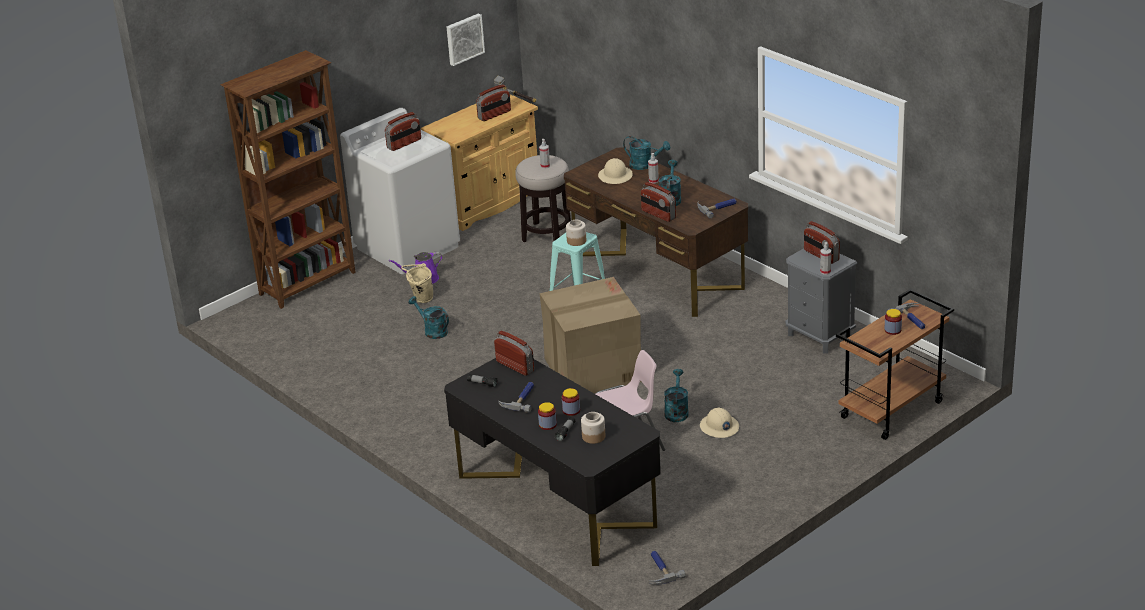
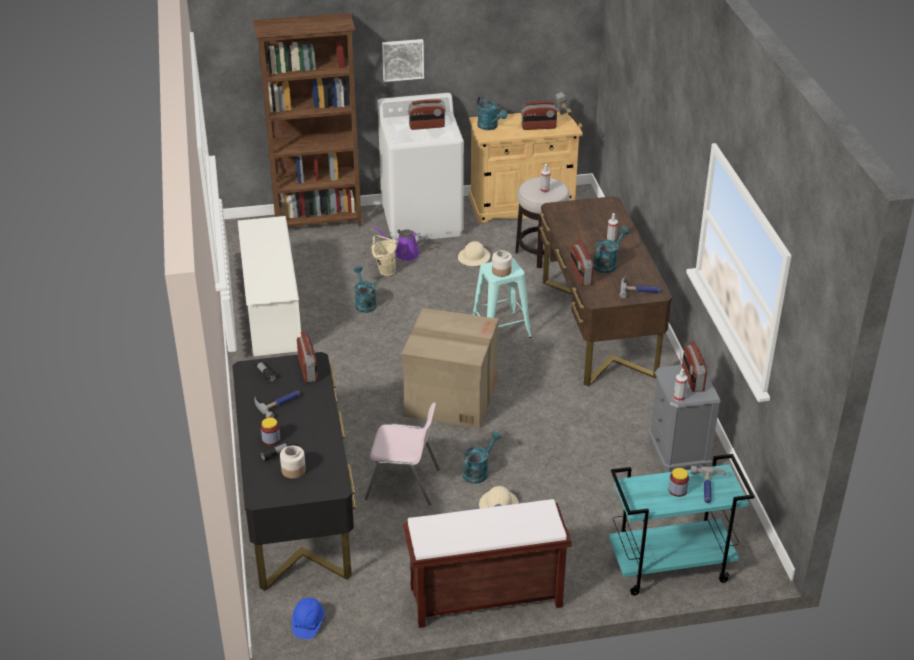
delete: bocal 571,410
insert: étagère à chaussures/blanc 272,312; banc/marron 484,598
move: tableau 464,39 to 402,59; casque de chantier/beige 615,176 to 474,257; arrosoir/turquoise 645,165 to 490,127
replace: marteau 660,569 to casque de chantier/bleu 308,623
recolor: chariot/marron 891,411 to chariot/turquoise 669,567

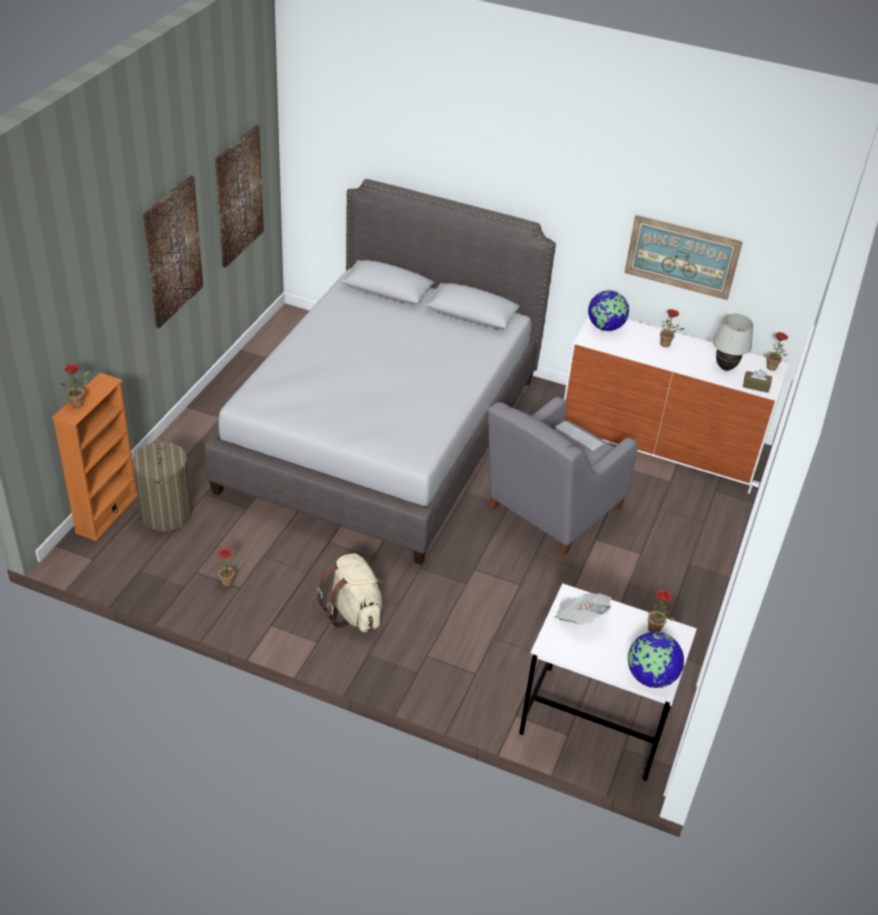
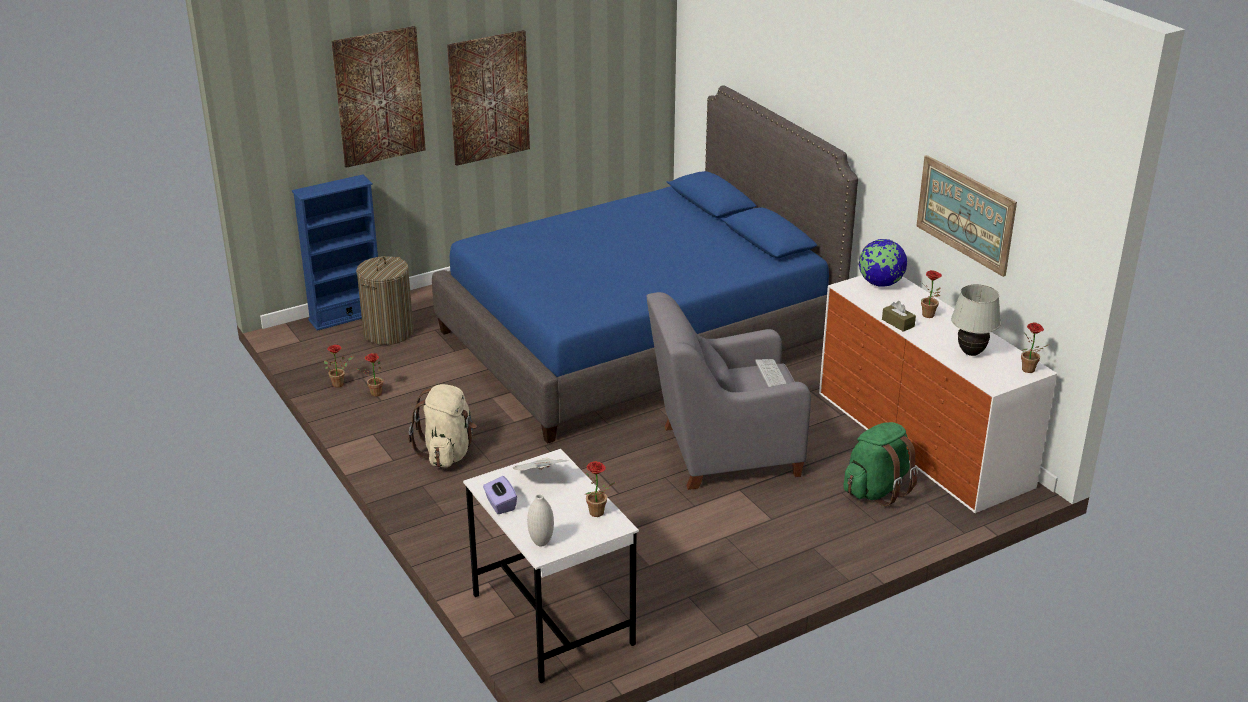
insert: boîte à mouchoirs/violet 500,504; sac à dos/vert 876,490
move: plante en pot 79,402 to 340,383; tableau 238,196 to 379,96; boîte à mouchoirs/marron 756,386 to 898,323
replace: globe 650,677 to vase/blanc 541,542
recolor: bibliothèque/orange 107,513 to bibliothèque/bleu 346,316; lit/gris 383,433 to lit/bleu 638,340

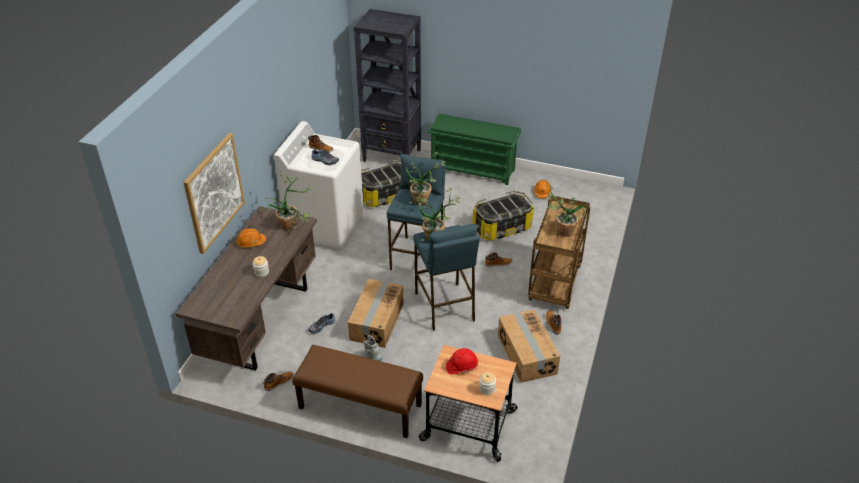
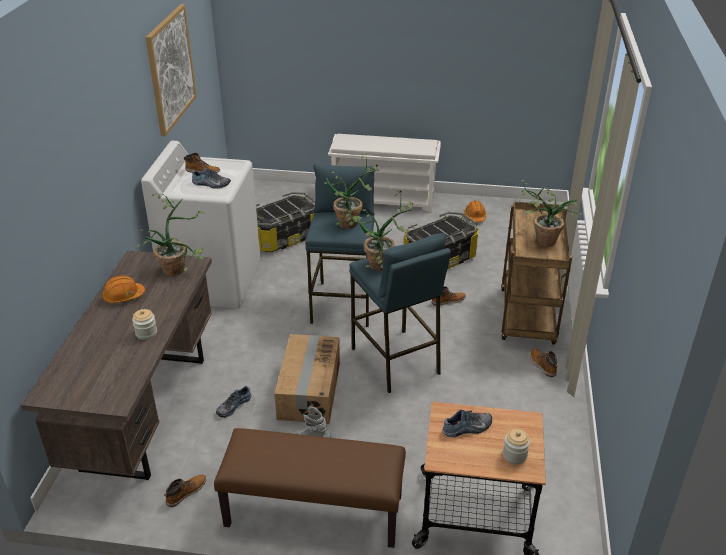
delete: bibliothèque/noir 392,156; carton 526,354
move: tableau 214,192 to 170,69
replace: casque de chantier/rouge 461,366 to chaussure 467,428
recolor: étagère à chaussures/vert 473,169 to étagère à chaussures/blanc 384,200

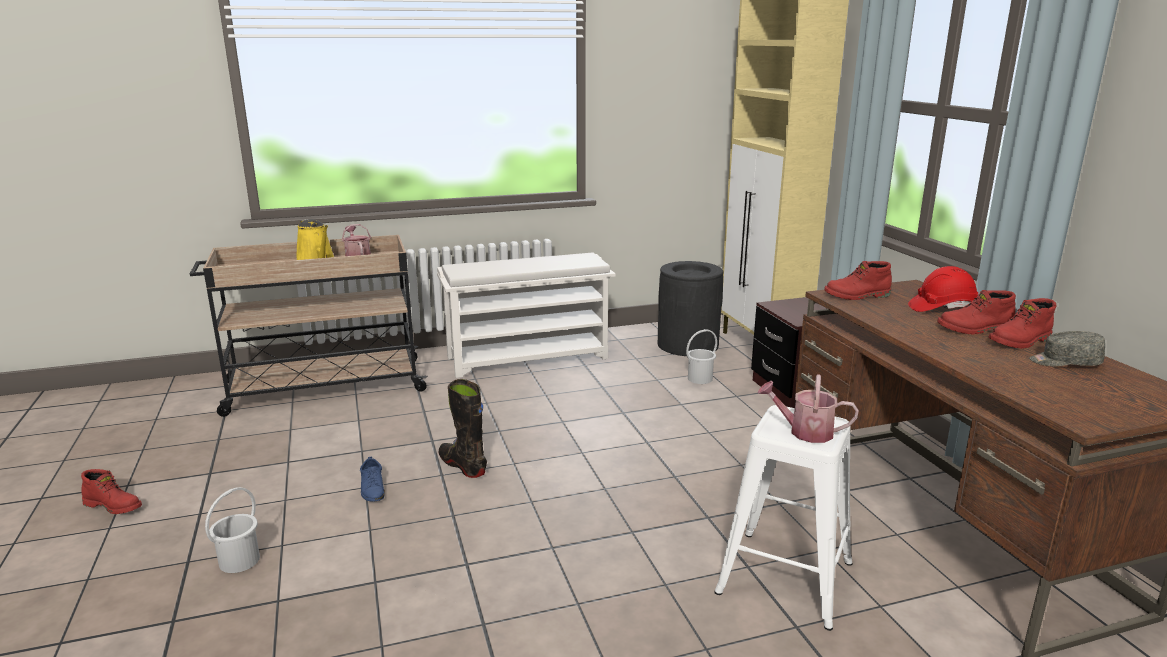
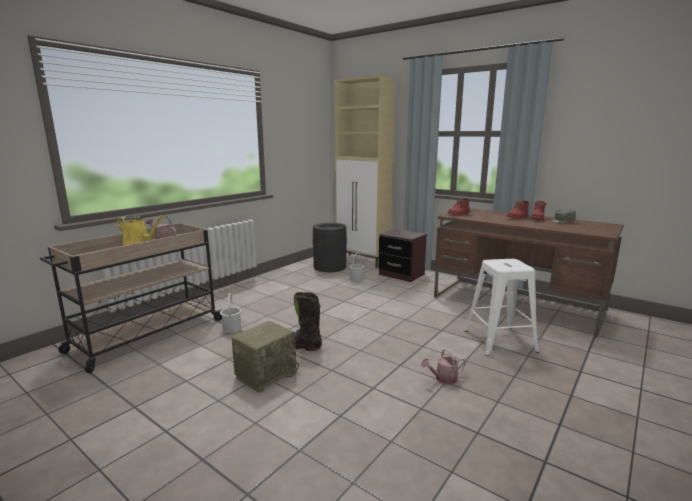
delete: botte/rouge 114,506; étagère à chaussures/blanc 529,357; casque de chantier/rouge 941,308
move: seau/blanc 238,561 to 231,328; arrosoir 804,432 to 443,379
replace: chaussure/bleu 372,488 to radio 266,374

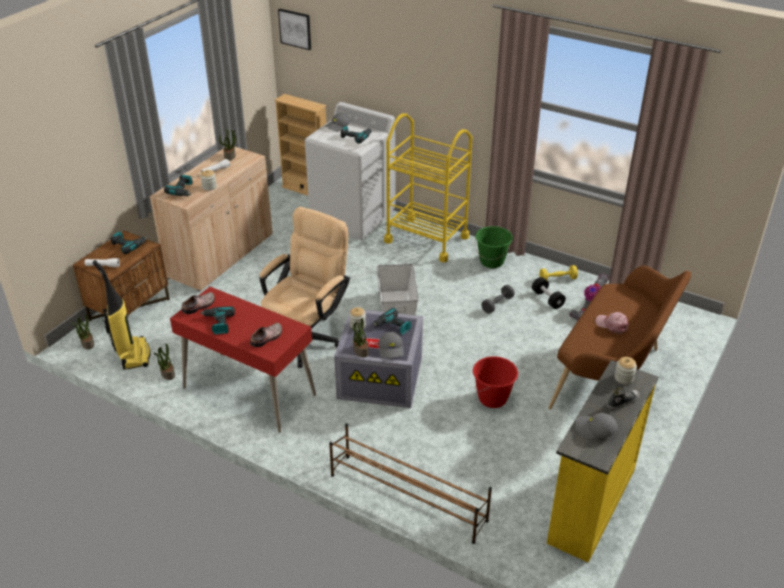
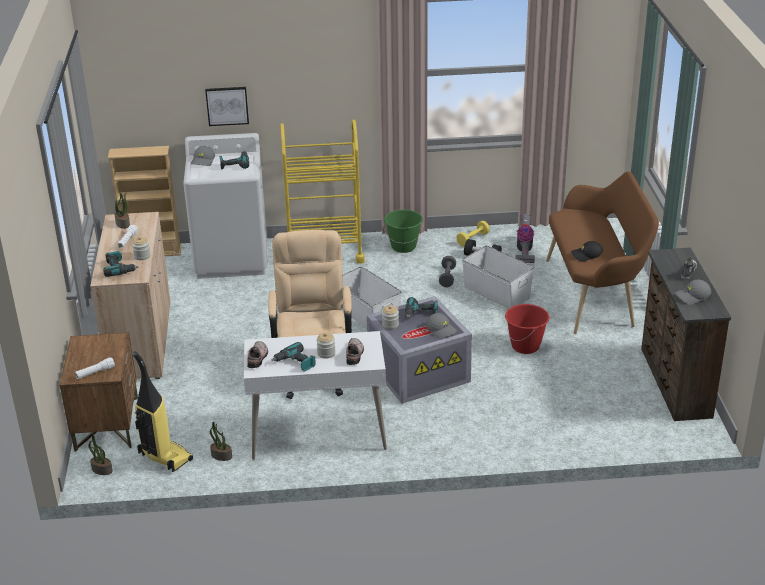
delete: perceuse 128,245; étagère à chaussures/marron 407,497; plante en pot 360,351; casquette/rose 612,325
insert: boîte de rangement/blanc 496,292; casquette/noir 586,255
move: tableau 295,28 to 227,105; bocal 623,378 to 326,353
recolor: bureau/rouge 249,392 to bureau/blanc 318,434; commode/jaune 589,505 to commode/marron 674,383

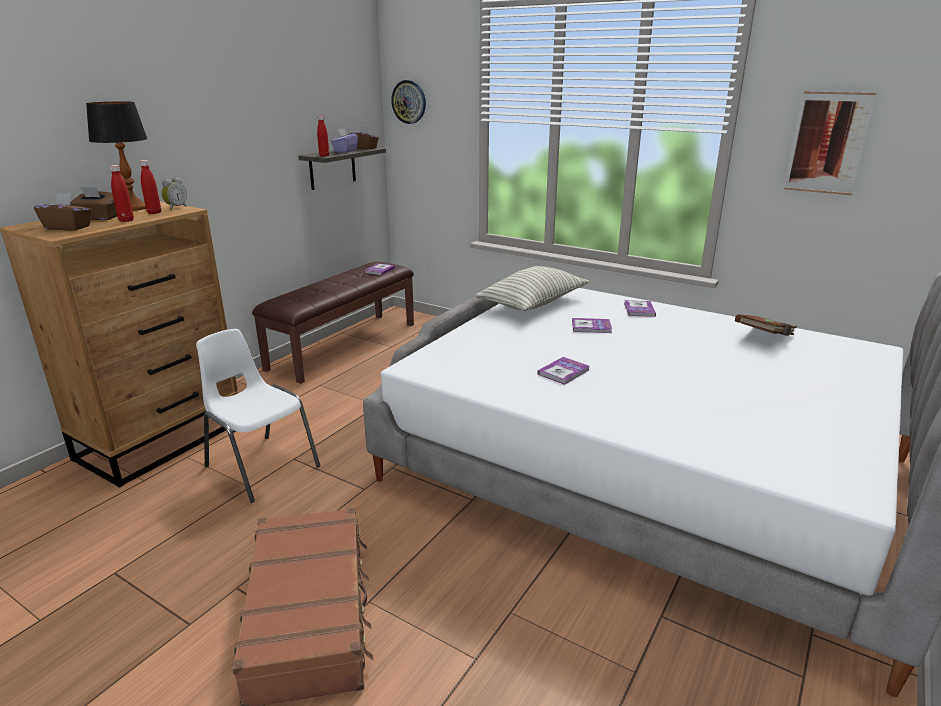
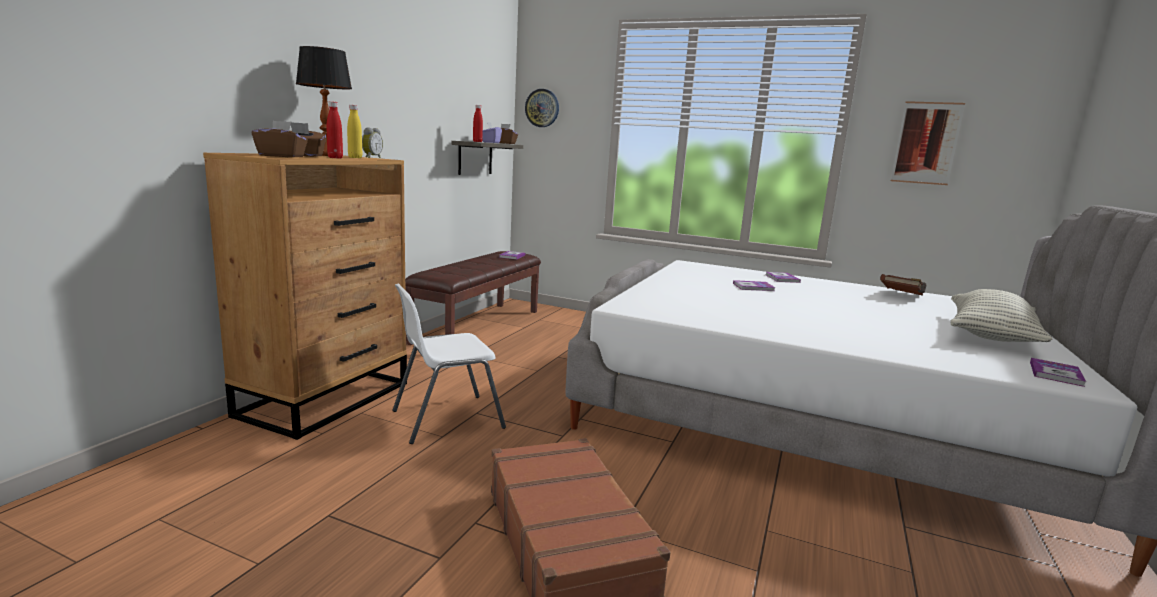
move: coussin 533,304 to 990,335; livre 563,372 to 1056,374
recolor: bouteille/rouge 154,213 to bouteille/jaune 355,157
rotate: chaise/blanc 261,466 = 445,419 60 degrees counterclockwise

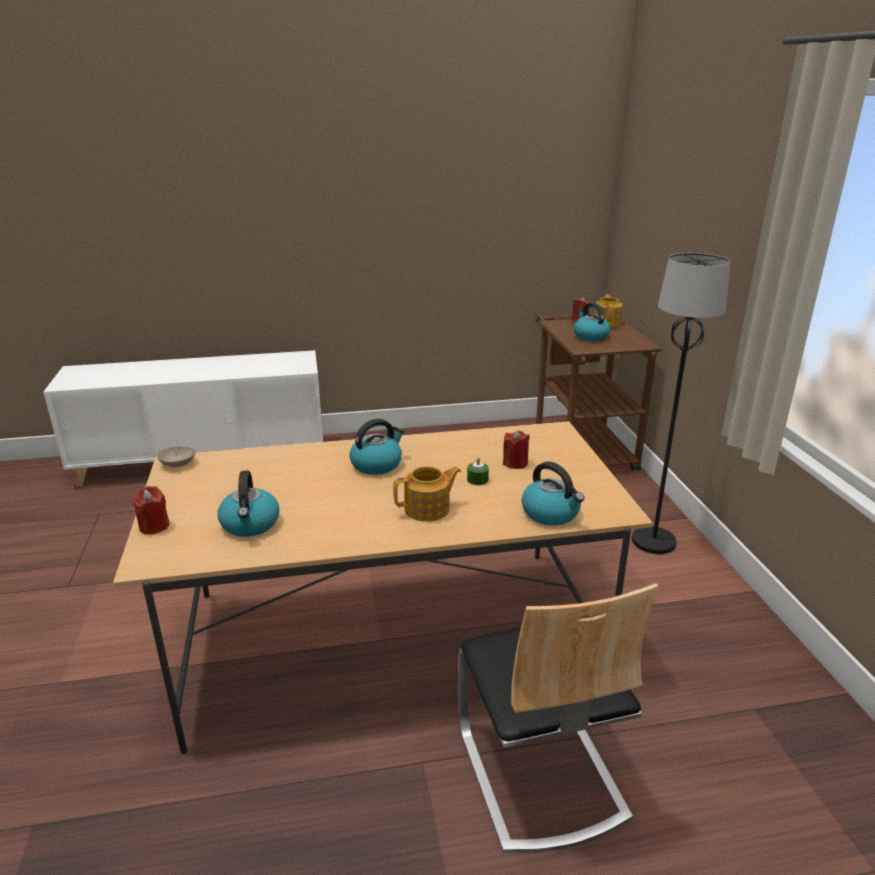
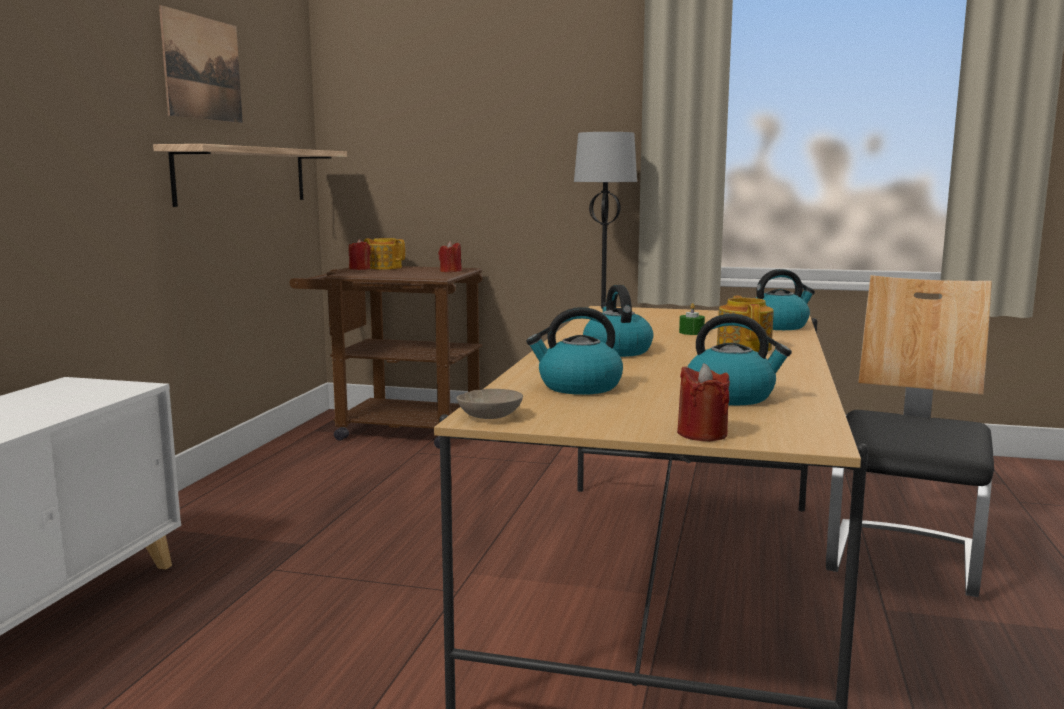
insert: étagère 243,175; tableau 202,68
move: bougie/rouge 515,463 to 450,271; bouilloire 590,336 to 578,387
rotate: chaise 538,771 = 904,559 75 degrees counterclockwise

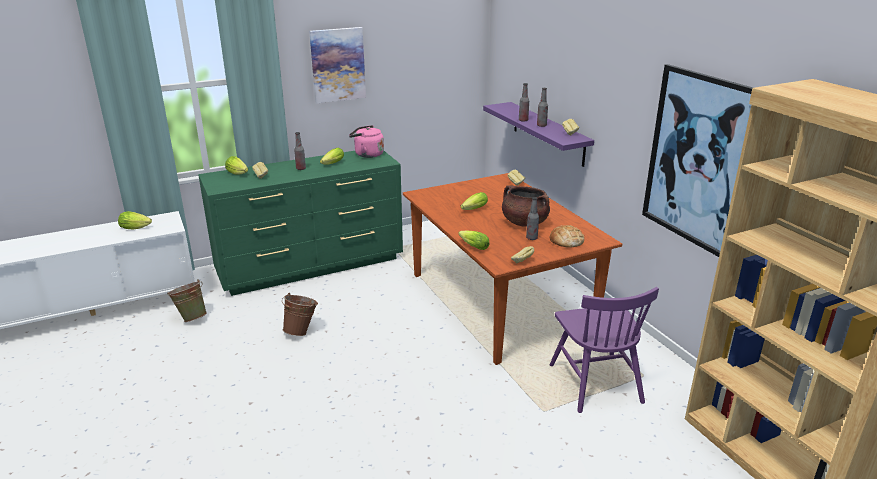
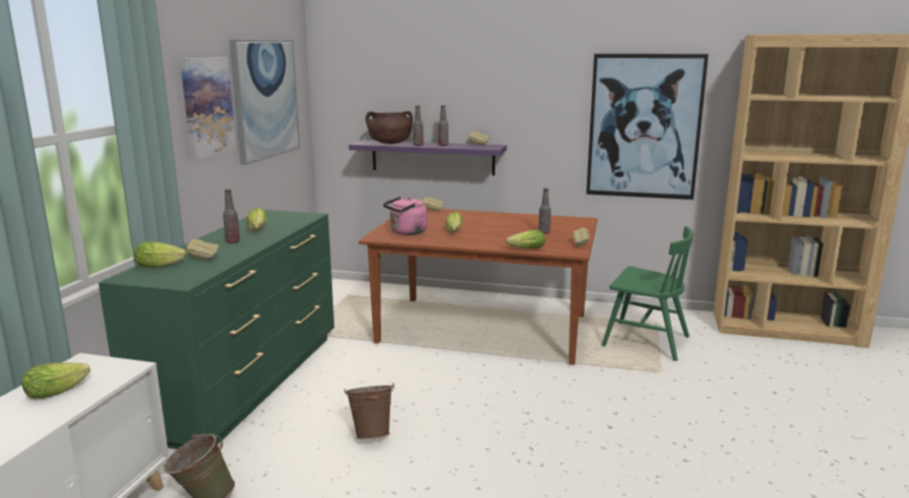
delete: pain 566,240
insert: tableau 265,99
move: bouilloire/rose 367,154 to 406,232; marmite/marron 524,222 to 390,143
recolor: chaise/violet 595,383 to chaise/vert 645,341

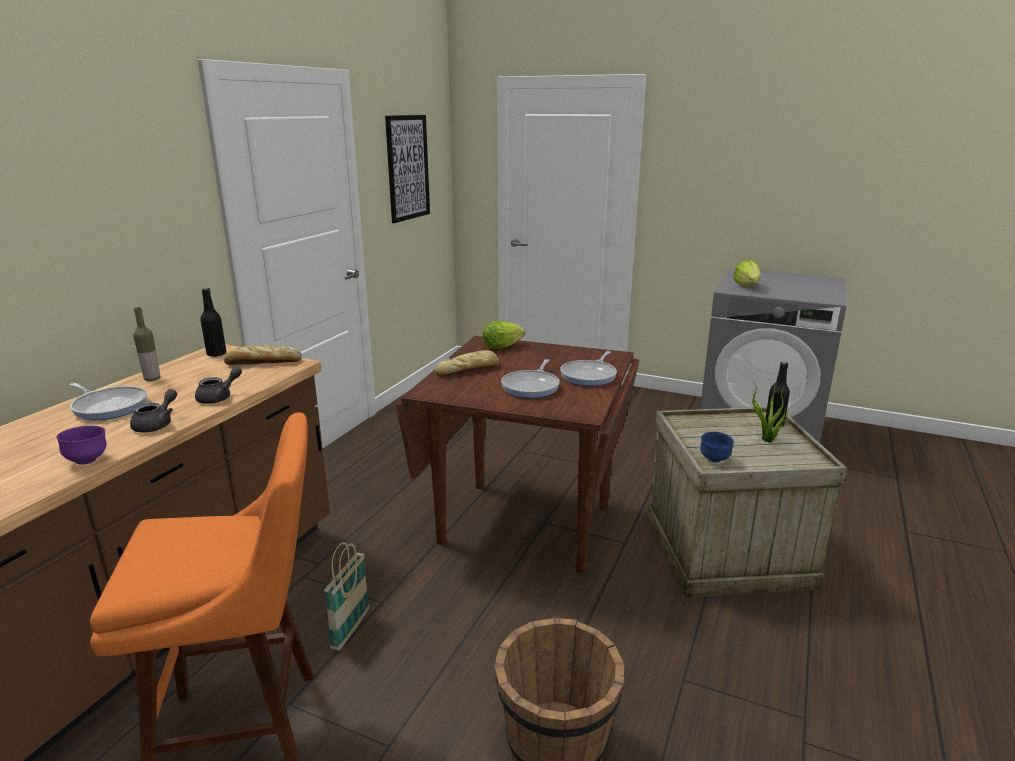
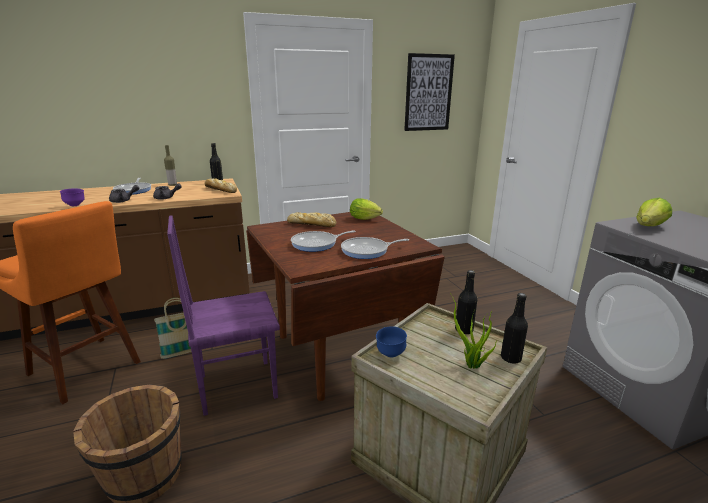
insert: chaise/violet 237,386; bouteille/noir 464,330

